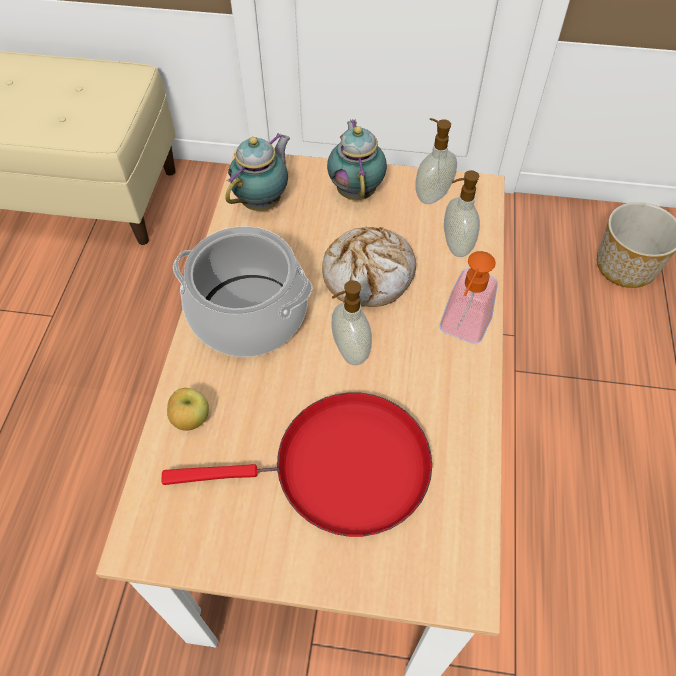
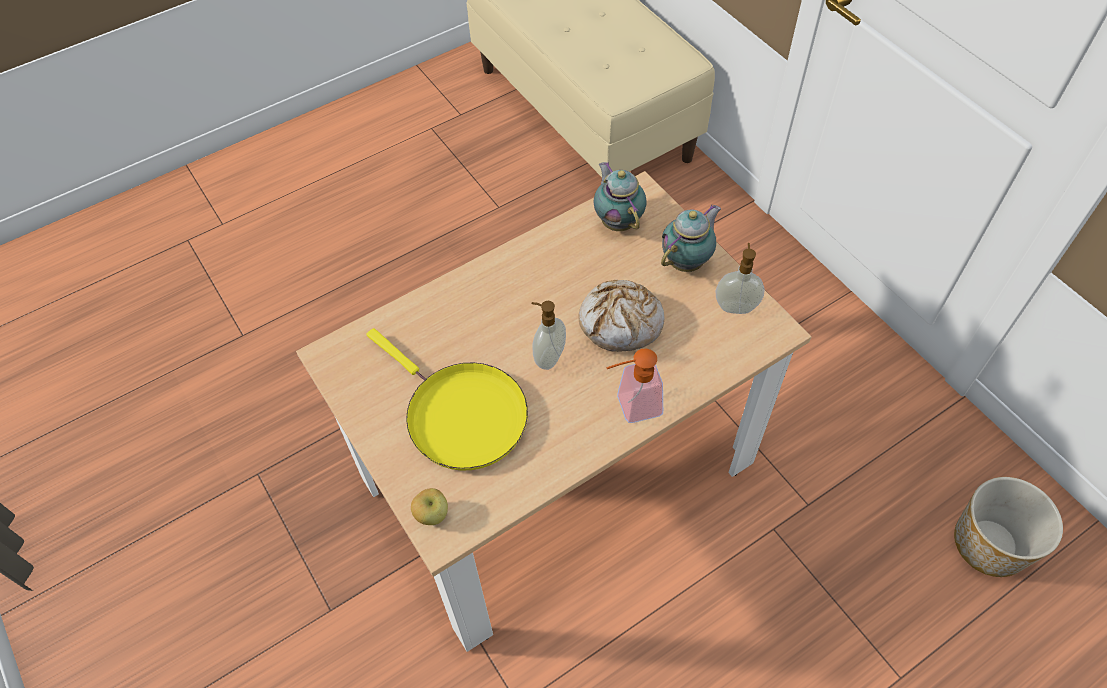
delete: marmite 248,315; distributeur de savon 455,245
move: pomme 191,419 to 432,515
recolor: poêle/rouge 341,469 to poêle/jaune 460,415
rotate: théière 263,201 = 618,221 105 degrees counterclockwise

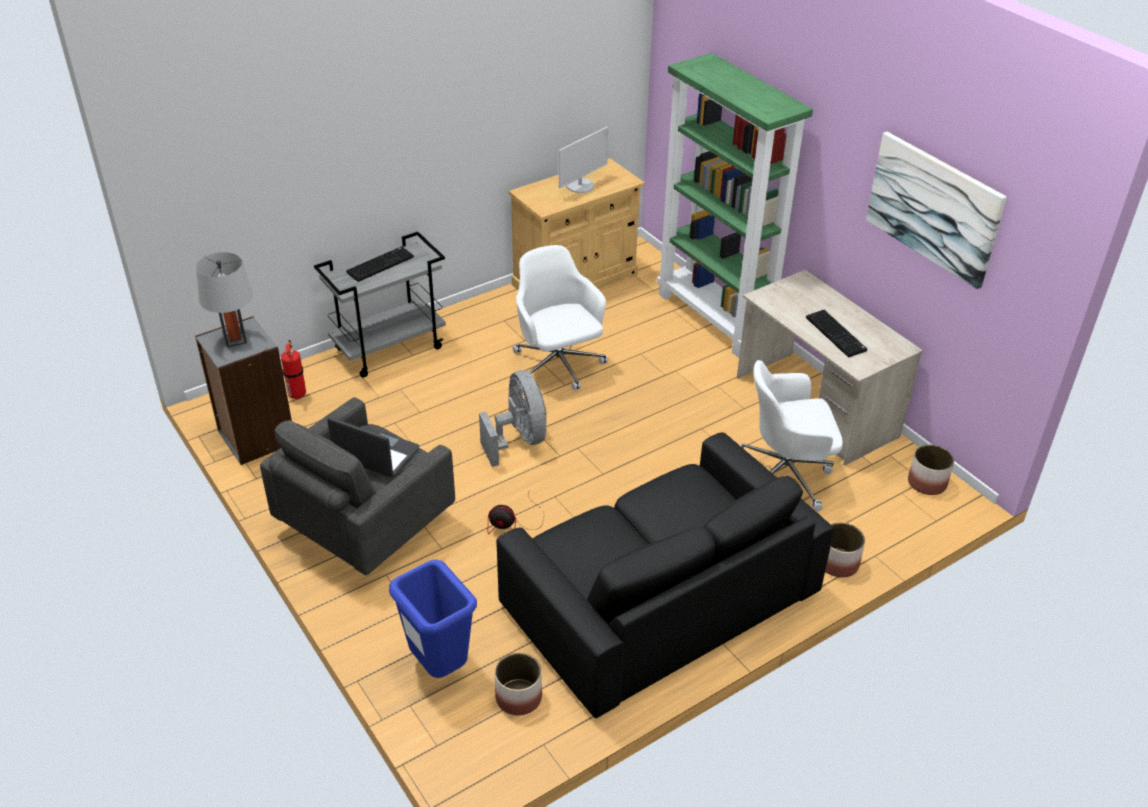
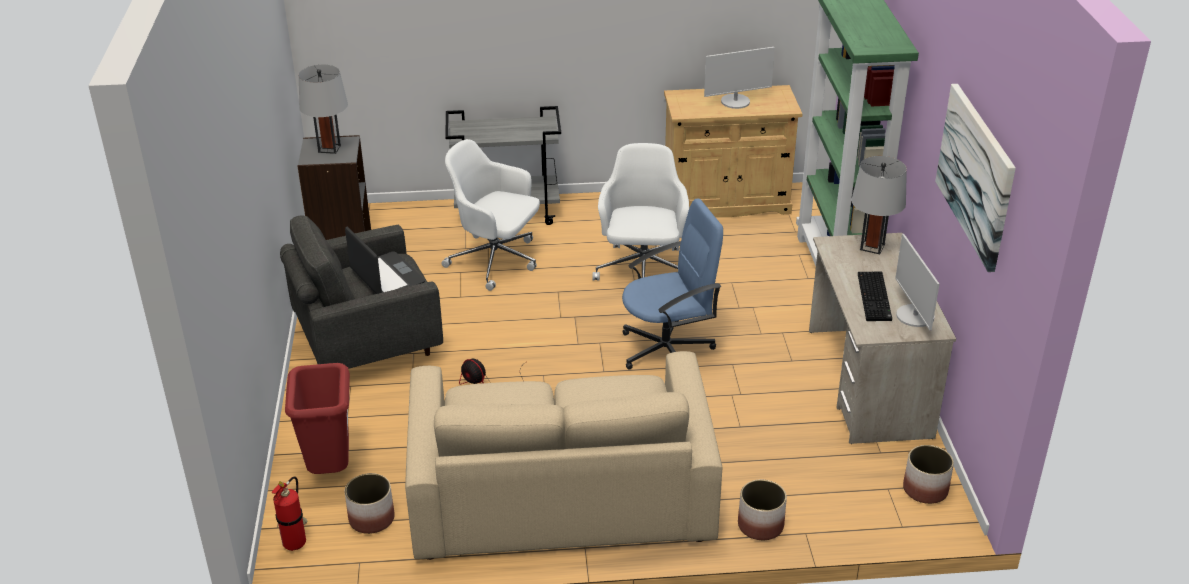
delete: clavier 380,264; ventilateur/gris 519,440
insert: chaise de bureau/bleu 667,350; lampe de table/gris 872,247; écran d'ordinateur 914,316
move: extincteur 297,394 to 296,542; chaise de bureau/blanc 785,475 to 496,261
recolor: poubelle/bleu 439,666 to poubelle/rouge 330,470; canapé/noir 658,598 to canapé/beige 560,489

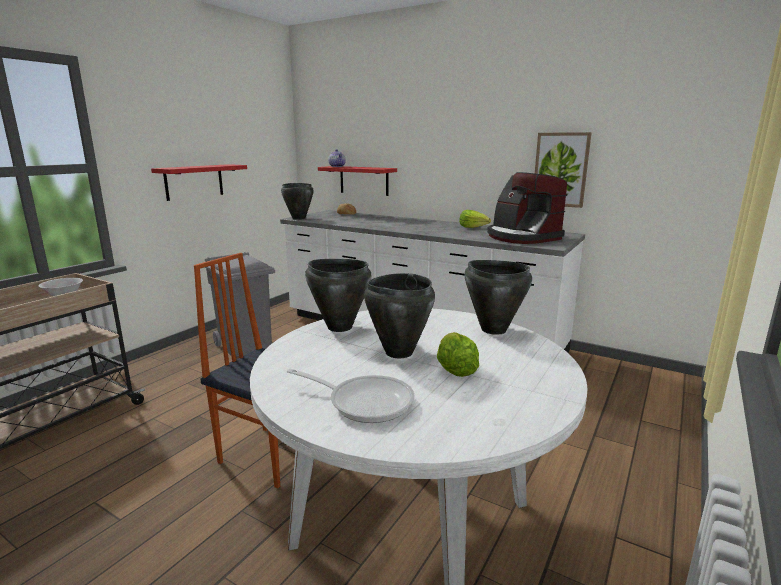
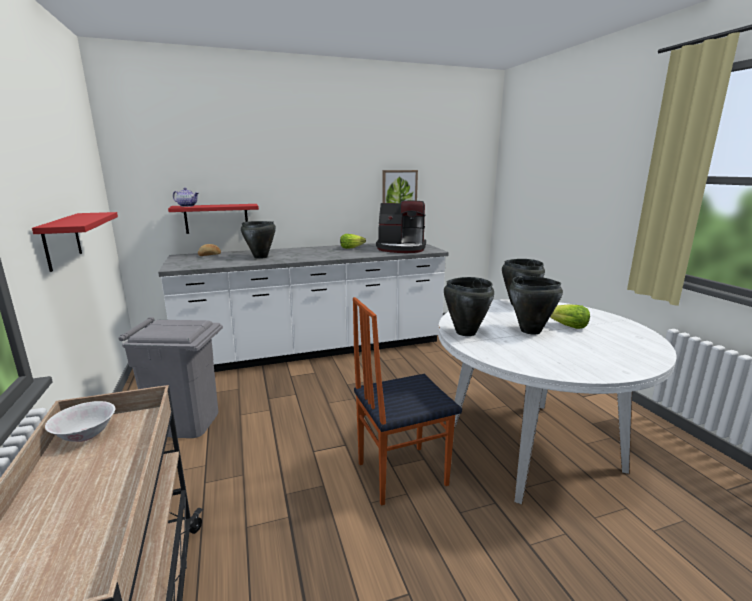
delete: poêle 364,402
move: marmite/noir 298,218 to 260,257

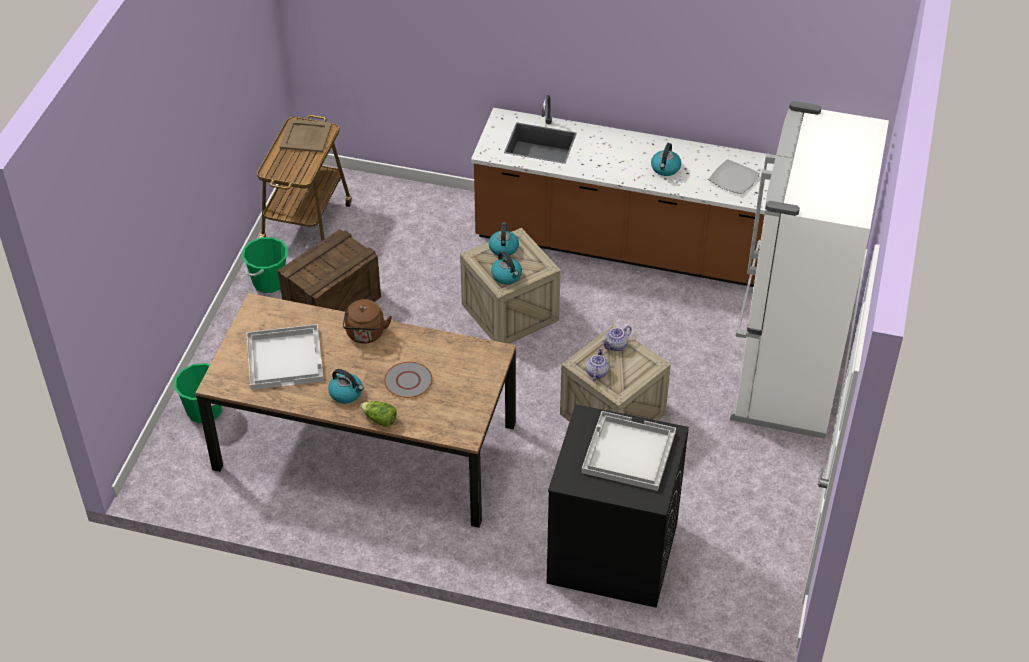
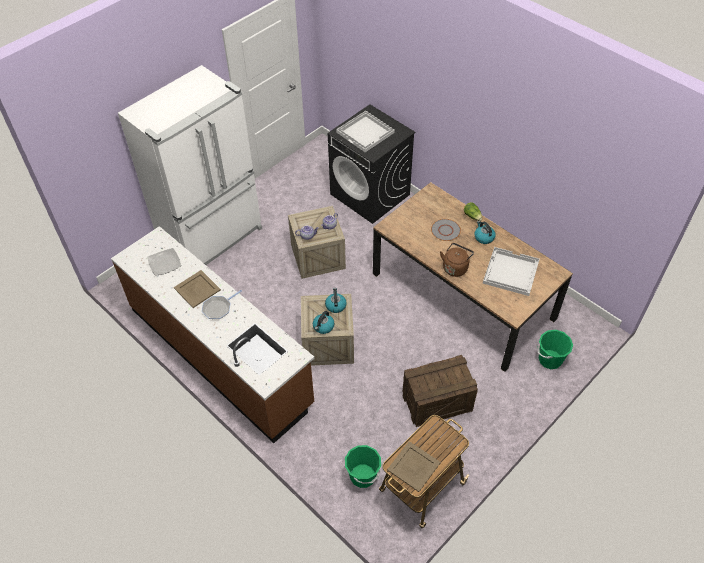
insert: poêle 218,308
move: seau/vert 269,282 to 363,476
replace: bouilloire 665,168 to plateau/beige 196,289

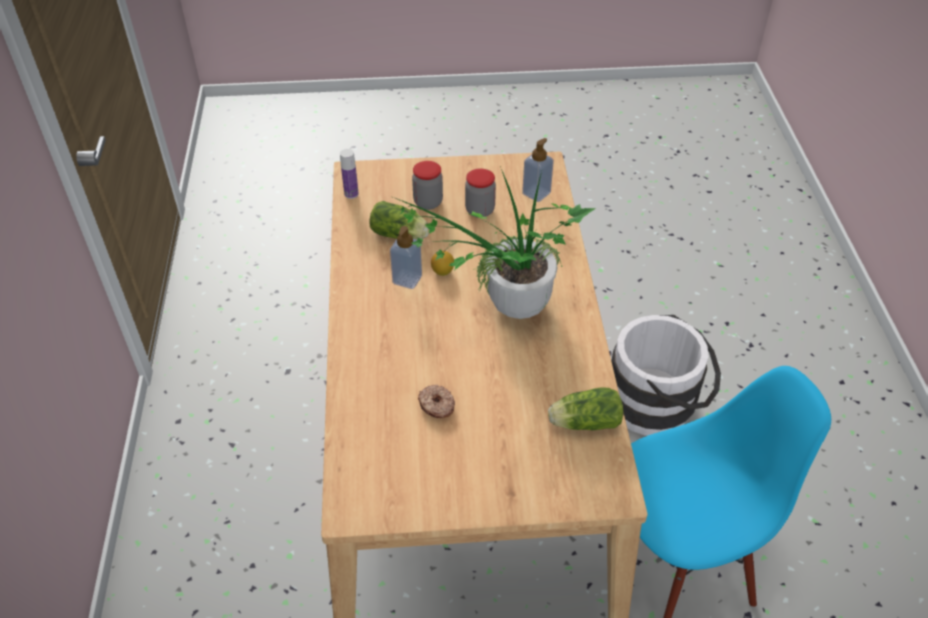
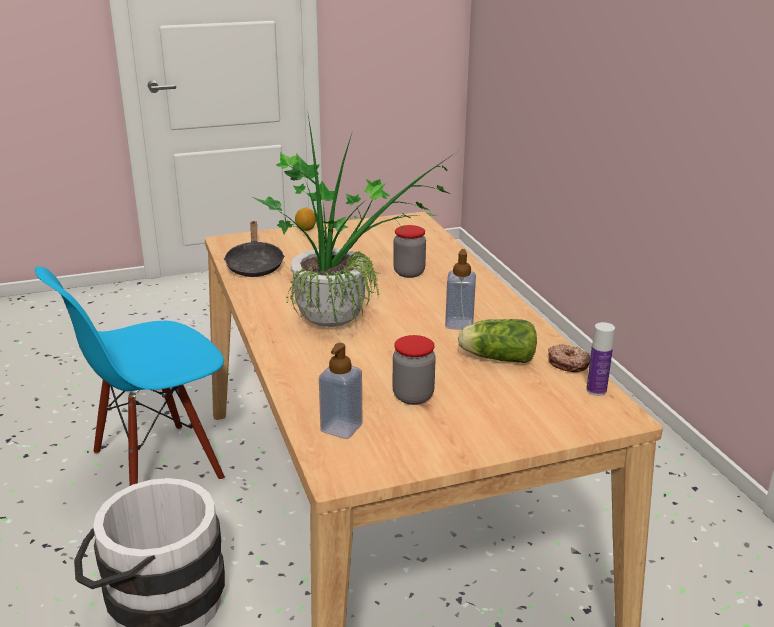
move: bocal 428,202 to 409,272; beignet 436,406 to 568,363; citron 443,271 to 305,229
replace: laitue 583,422 to poêle/noir 254,265

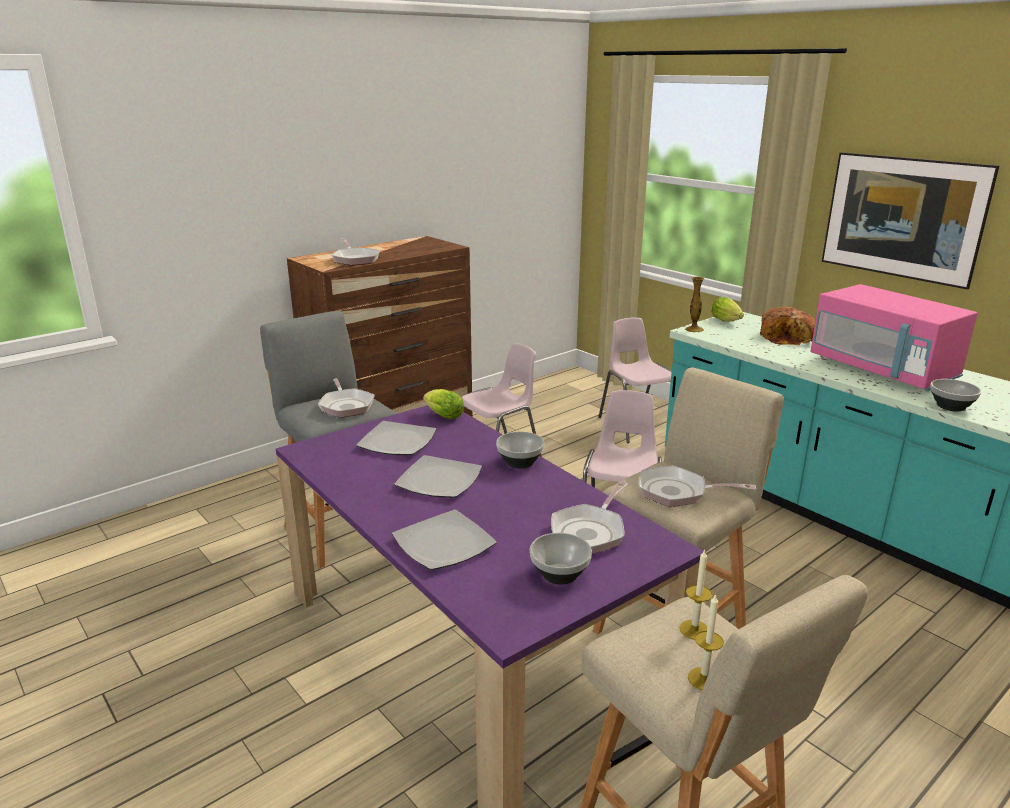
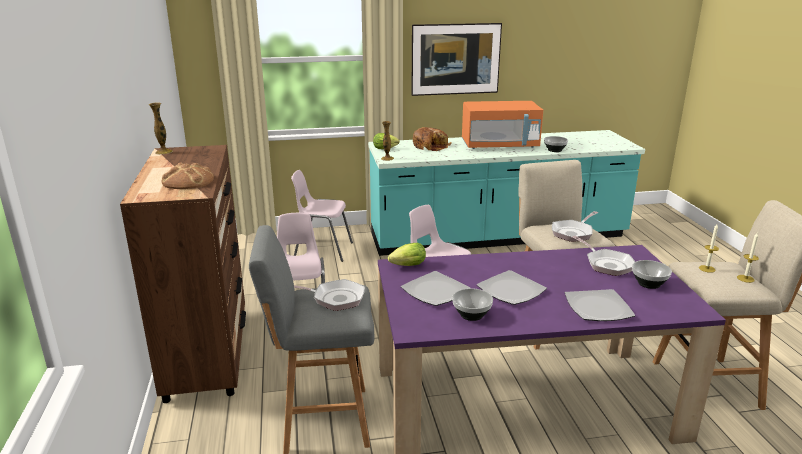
insert: vase 164,152
move: bol 520,462 to 472,315
replace: poêle 355,259 to pain 188,181
recolor: micro-ondes/rose 882,370 to micro-ondes/orange 500,146

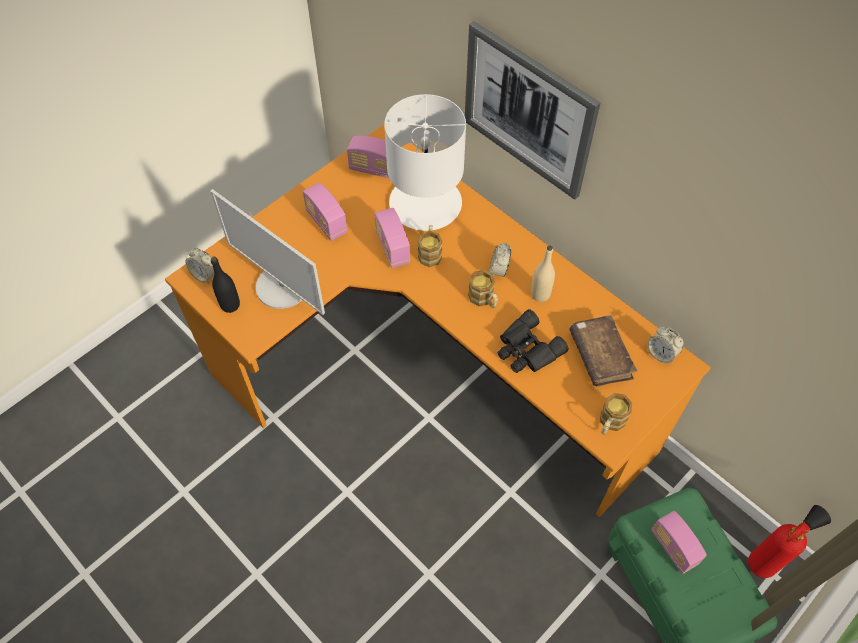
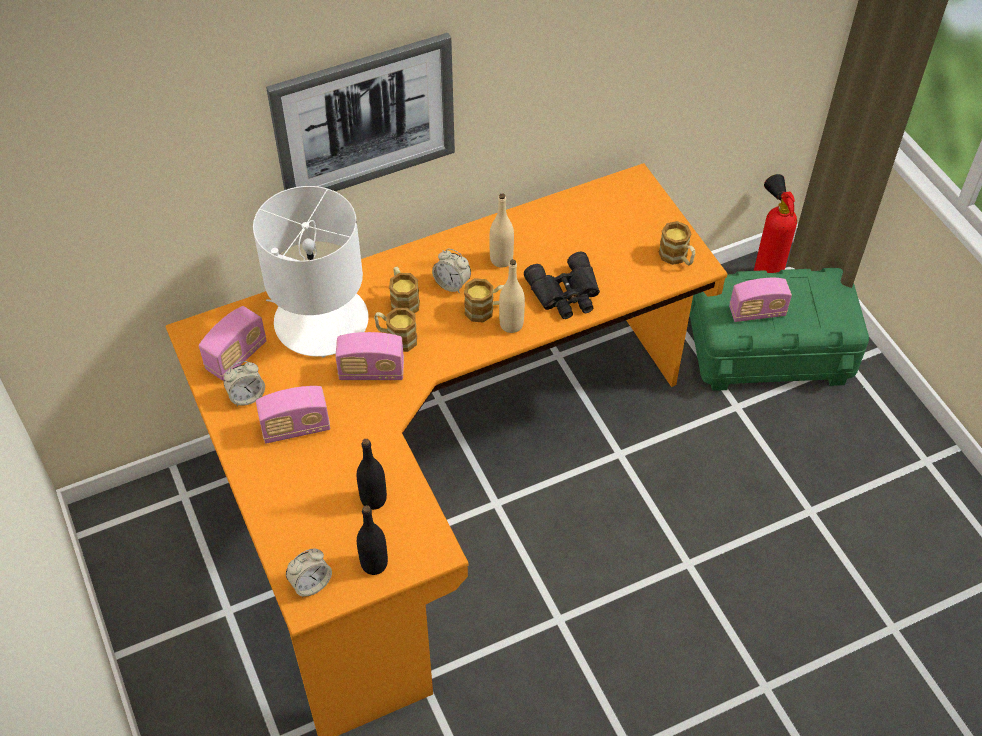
delete: livre/marron 600,356
insert: mug 403,300; bouteille/beige 511,324
move: réveil 661,353 to 247,396
replace: écran d'ordinateur 282,287 to bouteille/noir 373,499

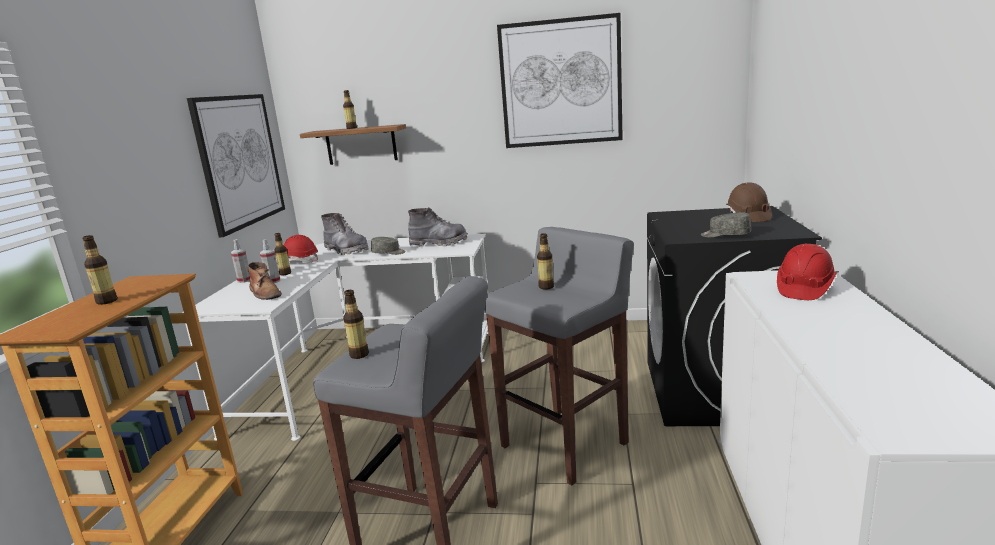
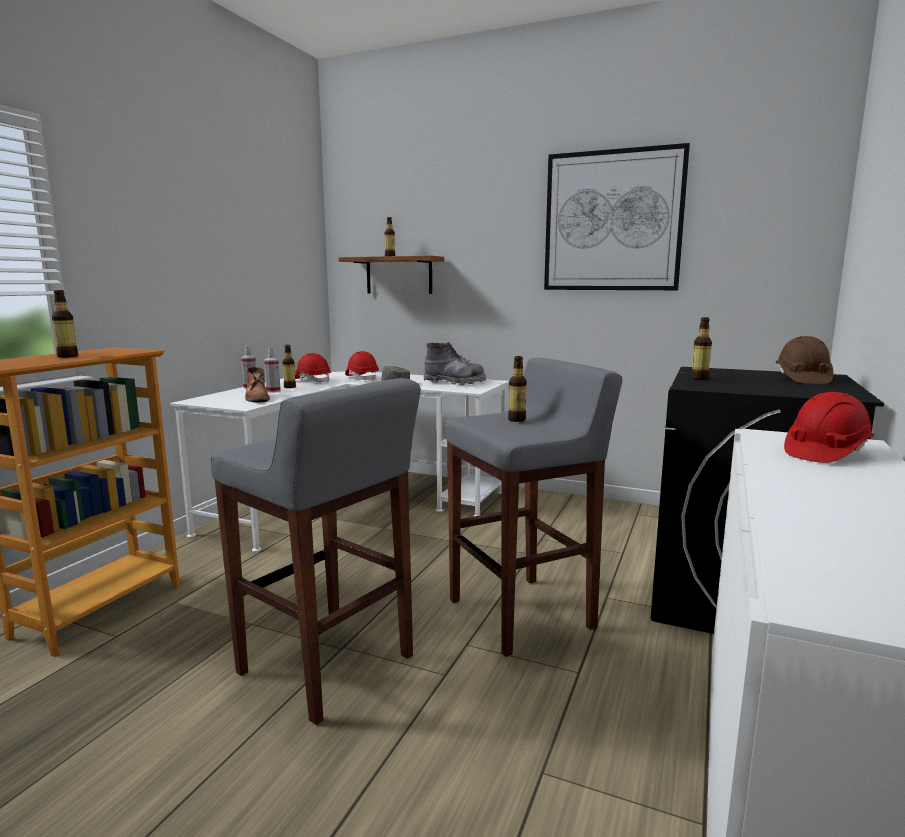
delete: tableau 240,161; casquette/gris 725,235
move: bouteille 359,355 to 699,379
replace: botte/gris 346,250 to casque de chantier/rouge 362,378

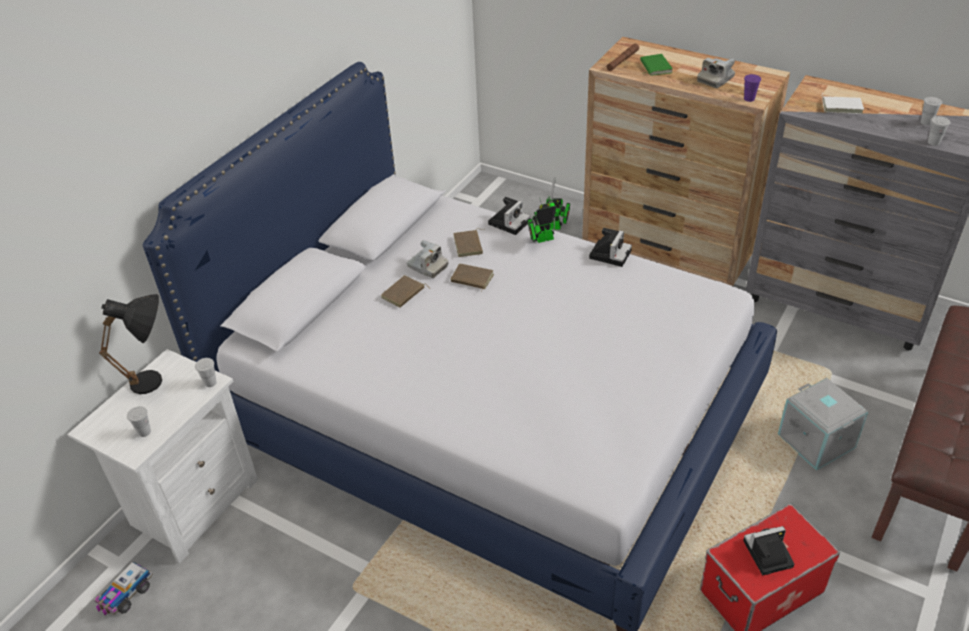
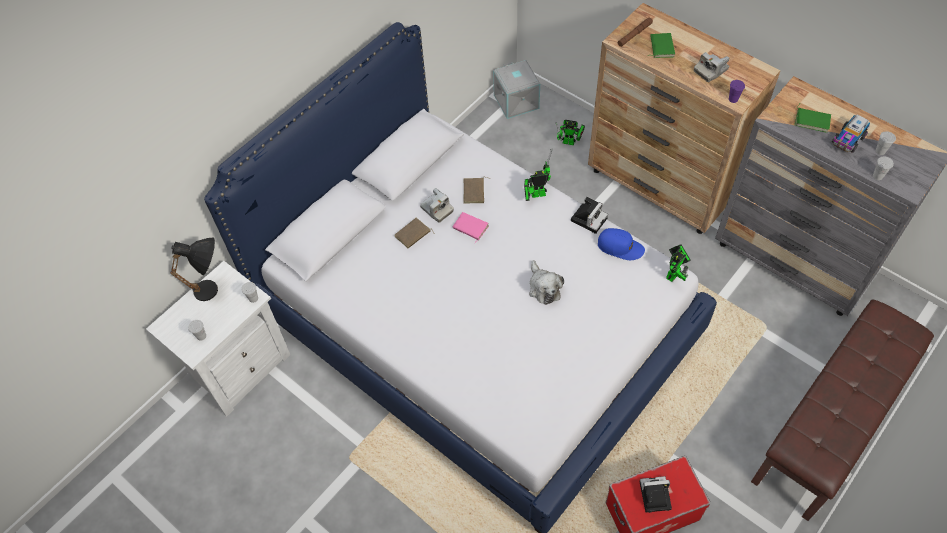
delete: appareil photo 509,222
insert: peluche 543,287; casquette/bleu 620,247; robot jouet 674,273
move: camion jouet 126,595 to 847,140; boîte de rangement/gris 817,441 to 517,101
recolor: livre/marron 471,279 to livre/rose 470,228; livre/blanc 842,106 to livre/vert 812,120

